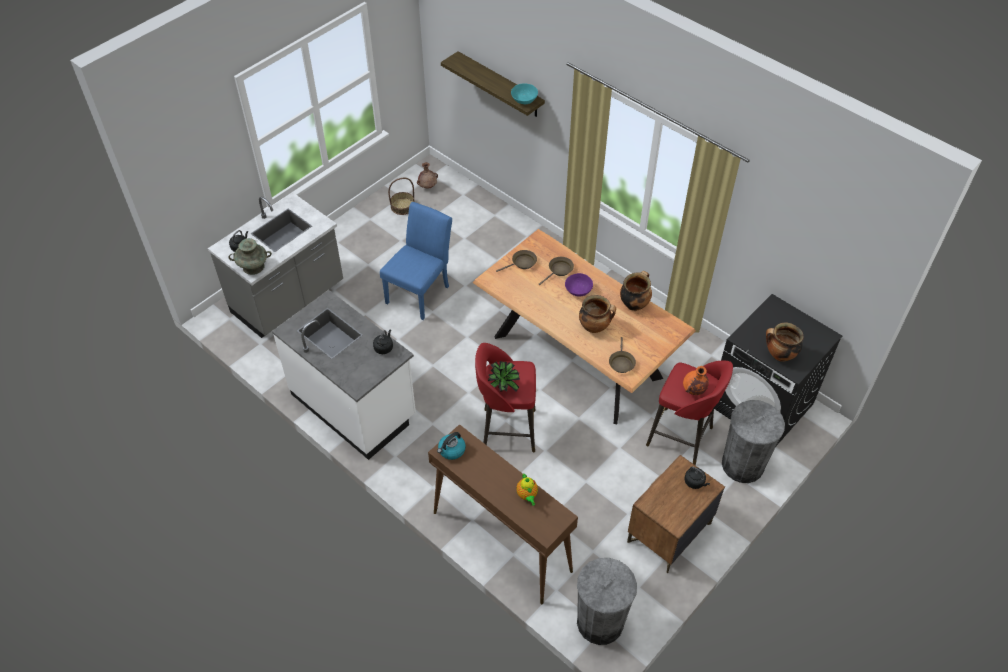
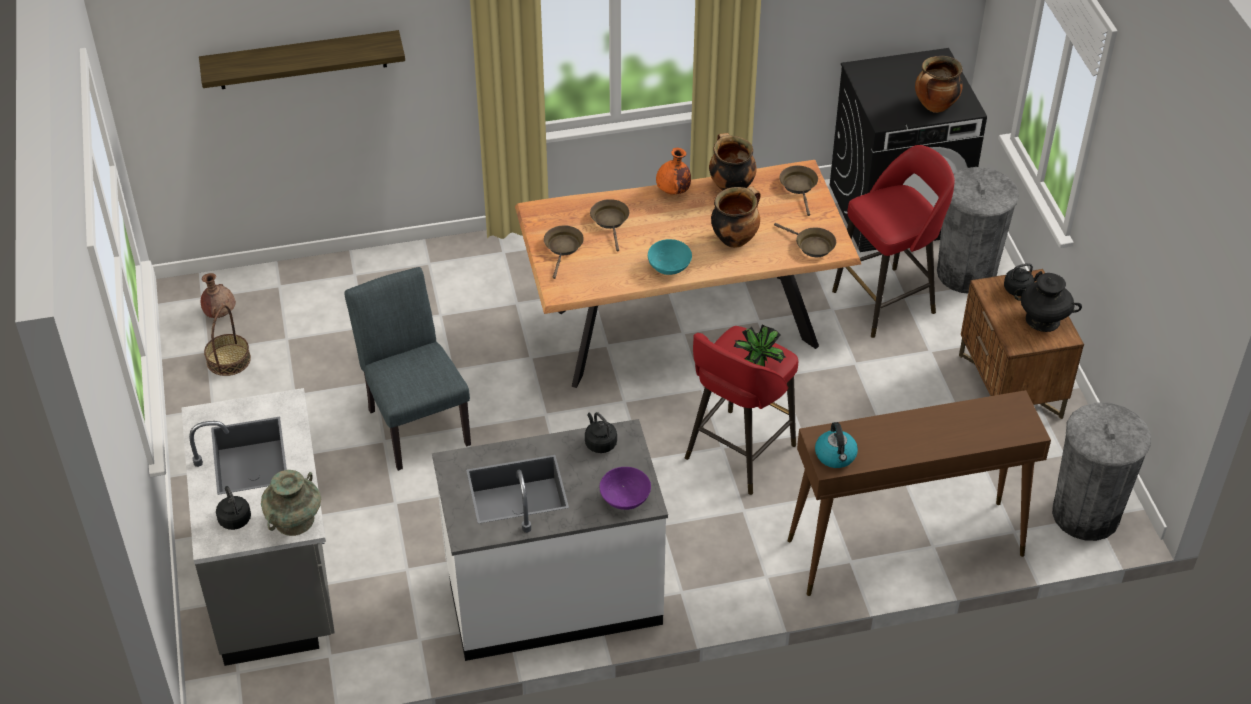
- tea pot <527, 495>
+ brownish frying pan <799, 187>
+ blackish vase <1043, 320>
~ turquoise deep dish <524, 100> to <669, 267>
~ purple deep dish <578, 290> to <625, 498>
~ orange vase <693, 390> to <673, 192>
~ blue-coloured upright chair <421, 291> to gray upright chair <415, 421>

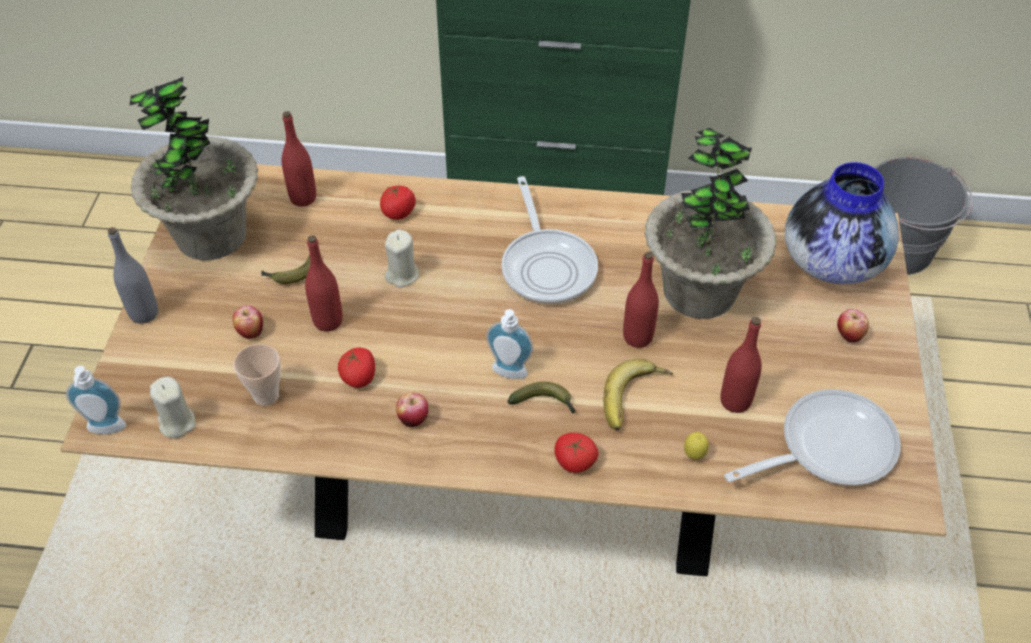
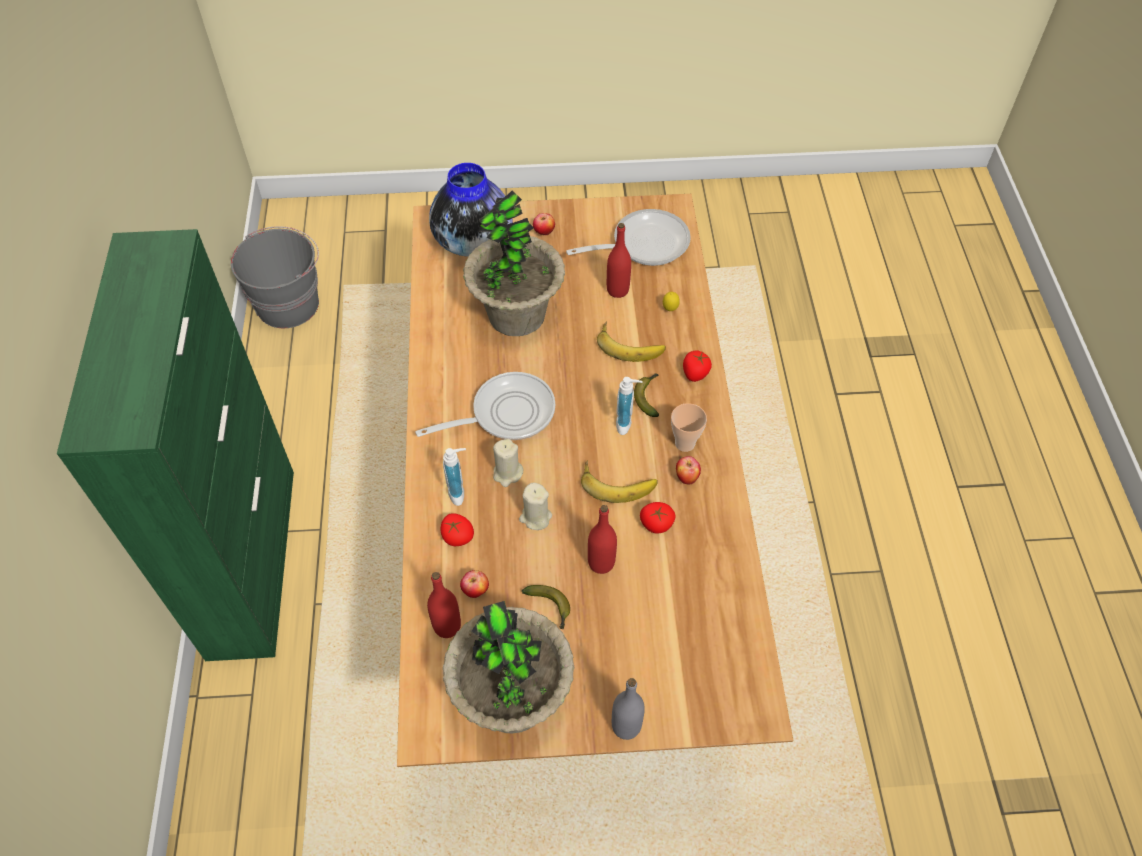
- reddish beverage bottle <637, 337>
+ banana <618, 482>
~ liquid soap bottle <106, 430> to <460, 492>
~ beige-coloured wax candle <177, 423> to <507, 473>
~ apple fruit <250, 332> to <475, 591>
~ small cup <266, 396> to <685, 443>
~ frying pan <827, 447> = <643, 244> 105 degrees clockwise

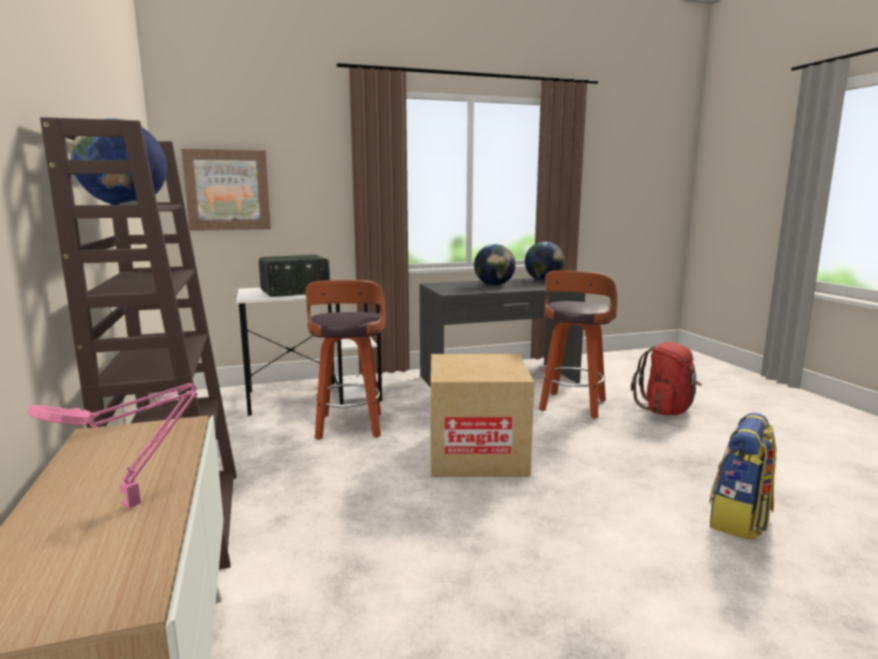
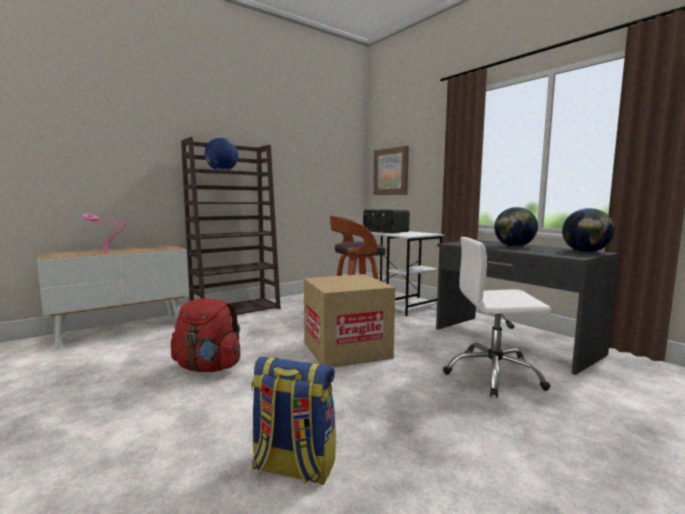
~ reddish backpack <666, 410> to <208, 368>
~ sitting stool <572, 406> to whitish desk chair <493, 375>

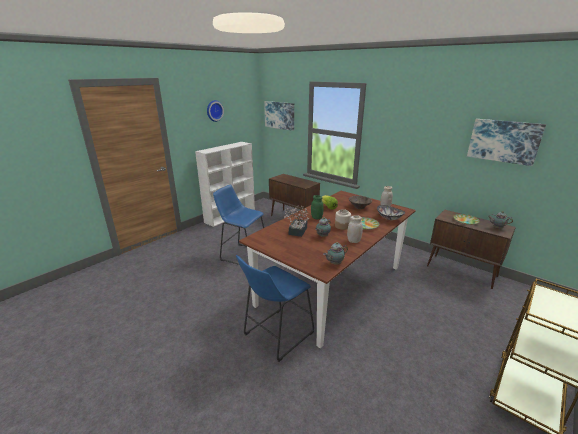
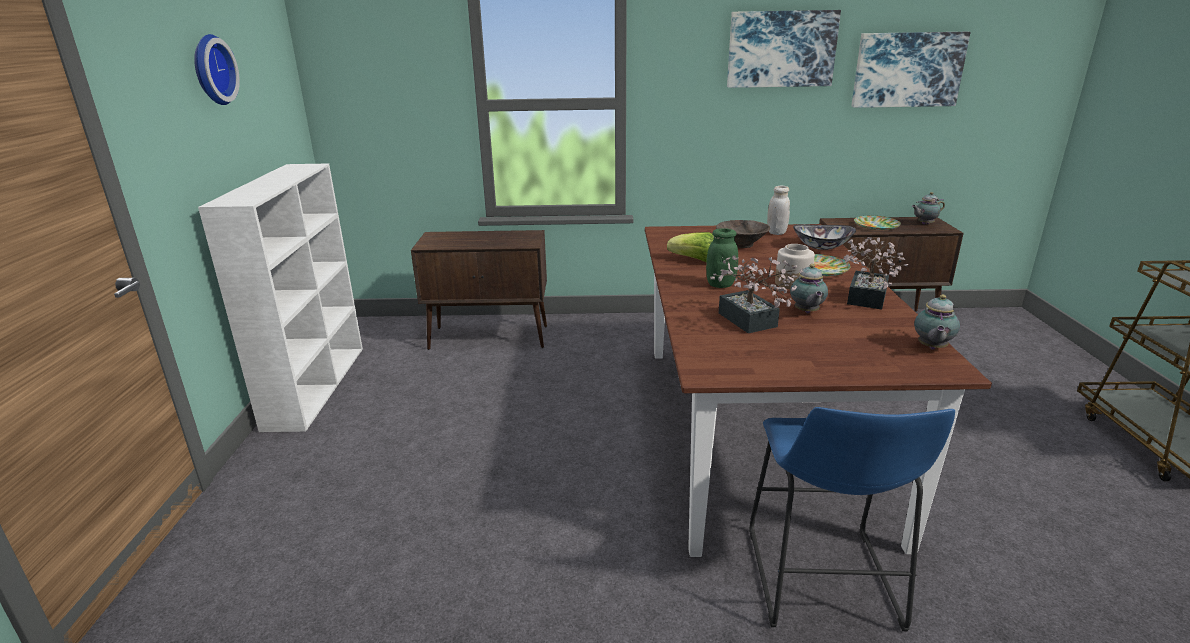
- blue-coloured sitting stool <242, 255>
~ picture <280, 115> to <781, 49>
~ whitish storage jar <354, 241> to houseplant <865, 300>

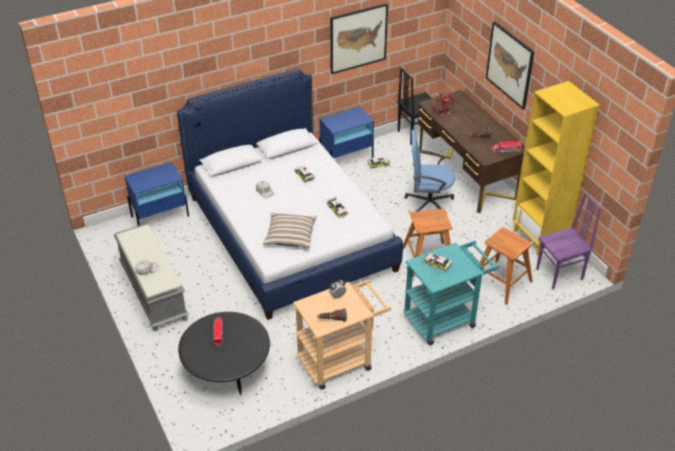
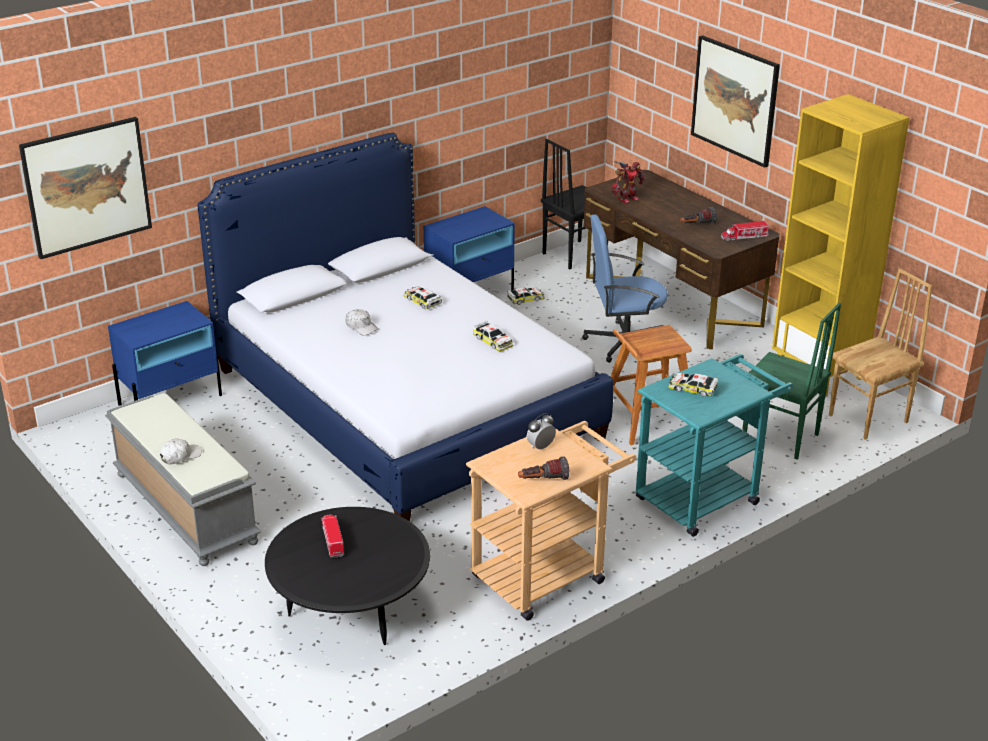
- cushion <290, 235>
~ picture <358, 38> to <86, 186>
~ brownish sitting stool <501, 282> to green-coloured upright chair <780, 438>
~ purple upright chair <560, 275> to brownish upright chair <869, 419>

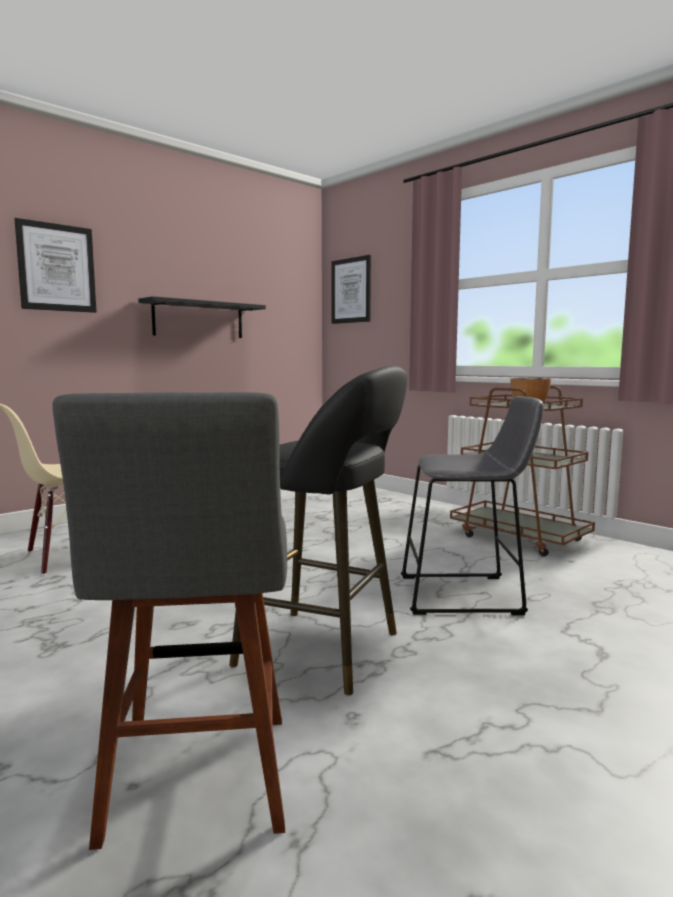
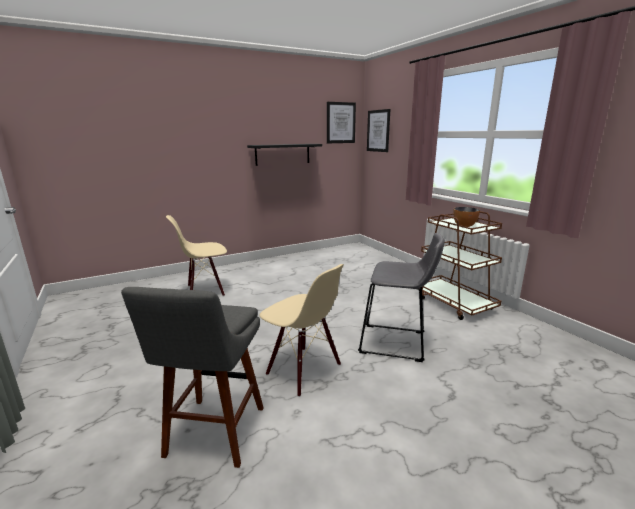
~ picture <56, 267> to <340, 123>
~ blackish sitting stool <327, 651> to beige-coloured upright chair <303, 370>

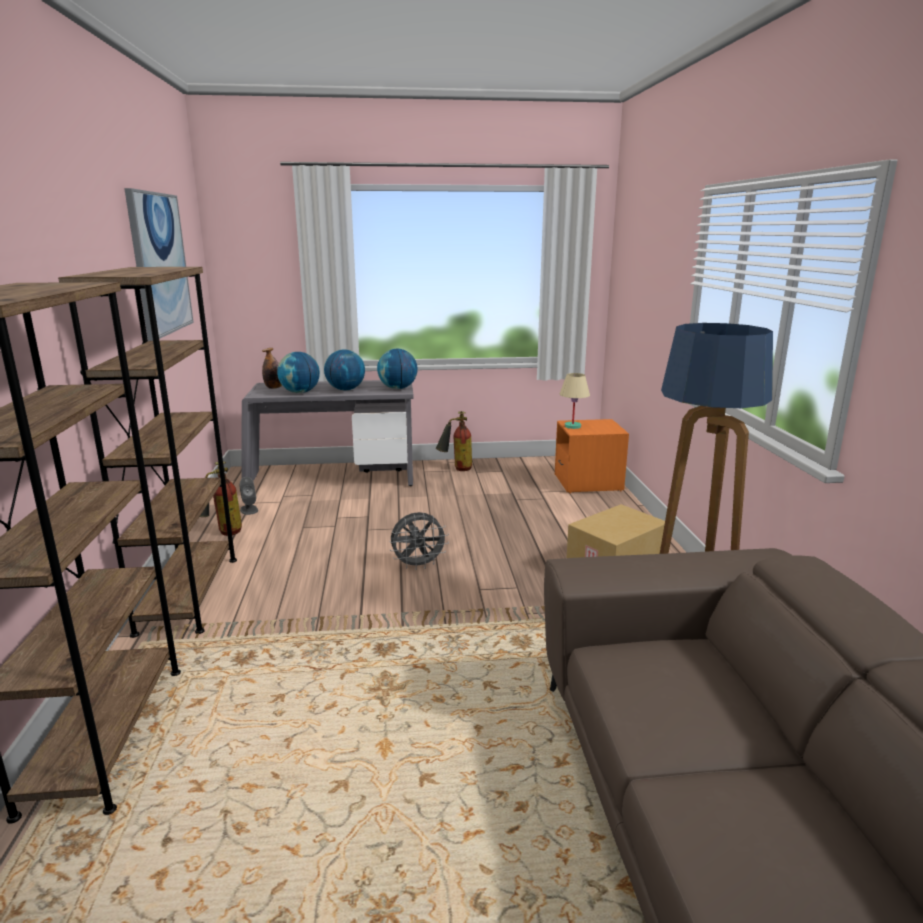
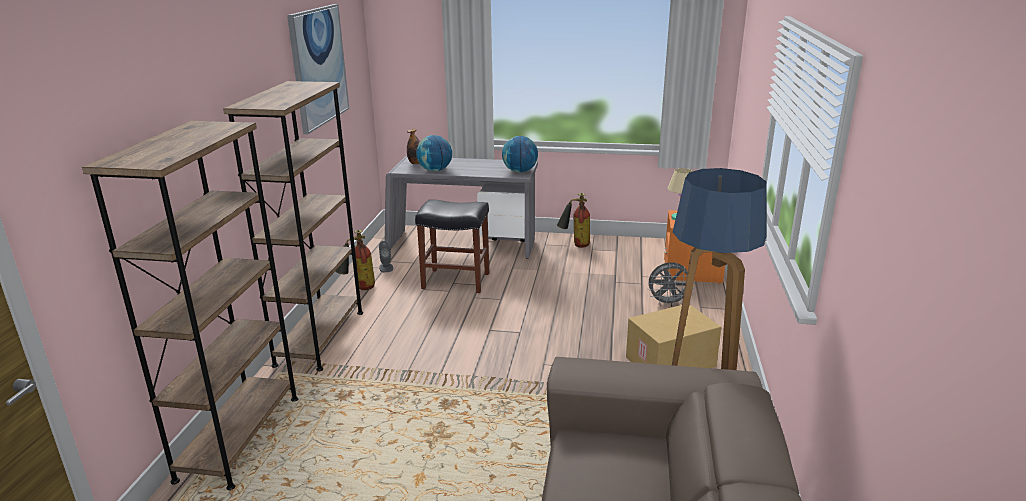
- globe <345, 389>
+ blackish sitting stool <455, 281>
~ gray cooling fan <418, 565> to <668, 303>

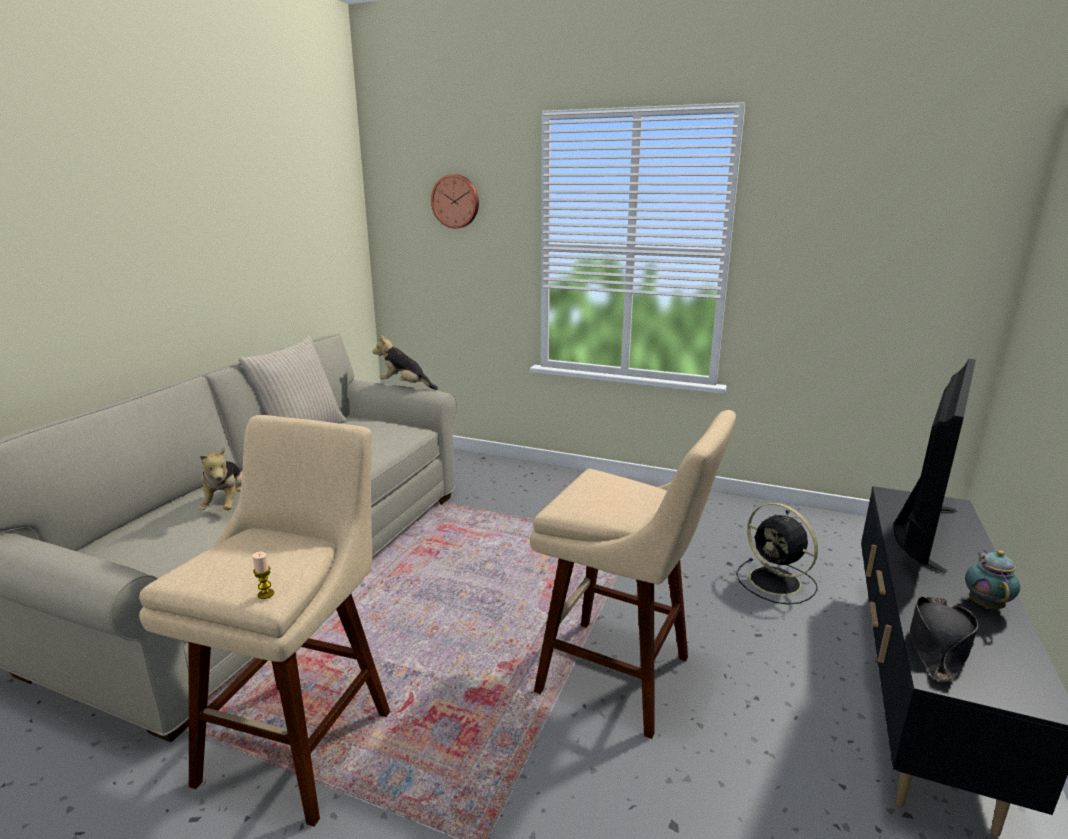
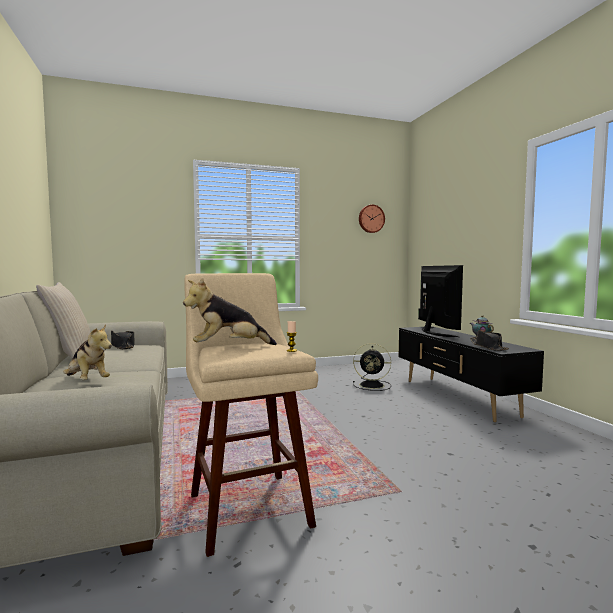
- beige-coloured sitting stool <622, 677>
+ blackish clothing hat <123, 346>
~ plush toy <405, 386> to <229, 348>
~ hanging clock <456, 201> to <371, 219>

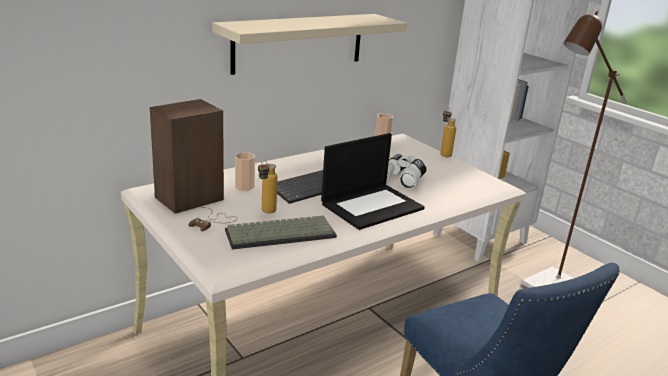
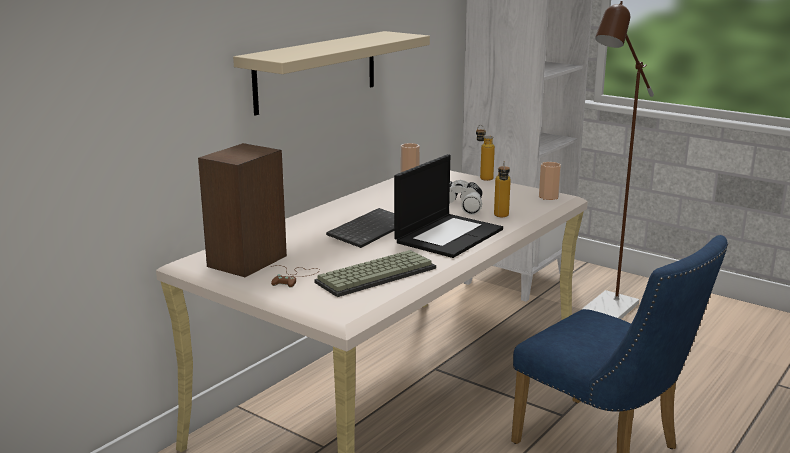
~ small cup <244, 186> to <548, 197>
~ beverage bottle <266, 213> to <501, 217>

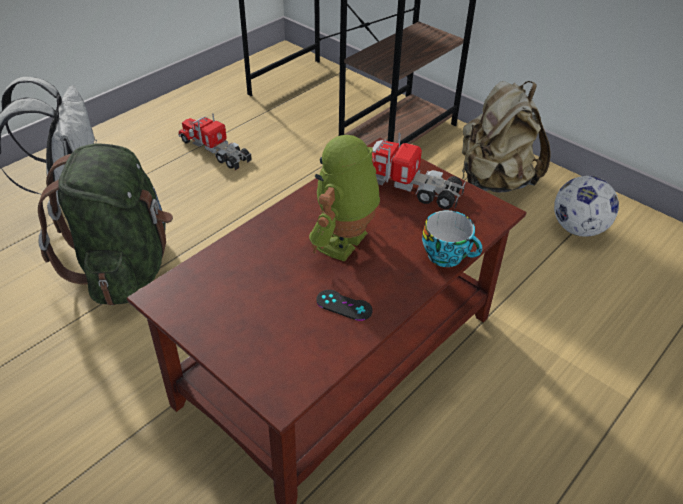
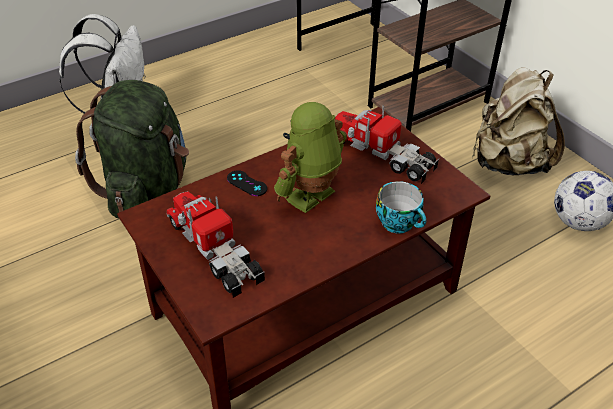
~ toy truck <215, 150> to <215, 250>
~ blackish gamepad <344, 305> to <247, 183>

